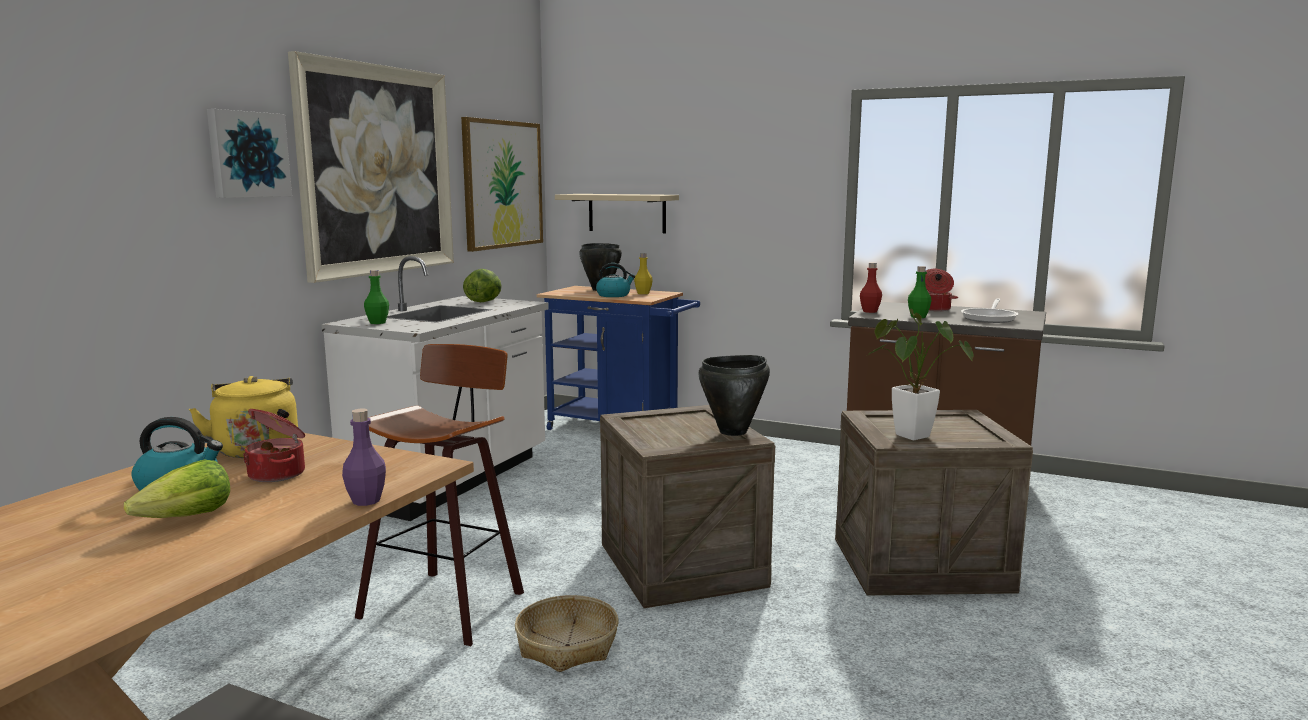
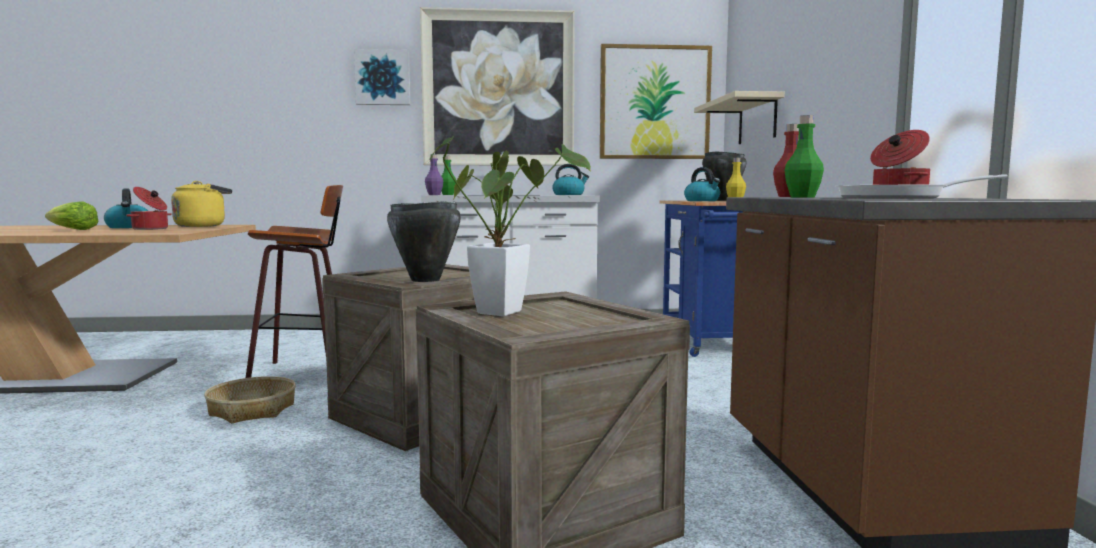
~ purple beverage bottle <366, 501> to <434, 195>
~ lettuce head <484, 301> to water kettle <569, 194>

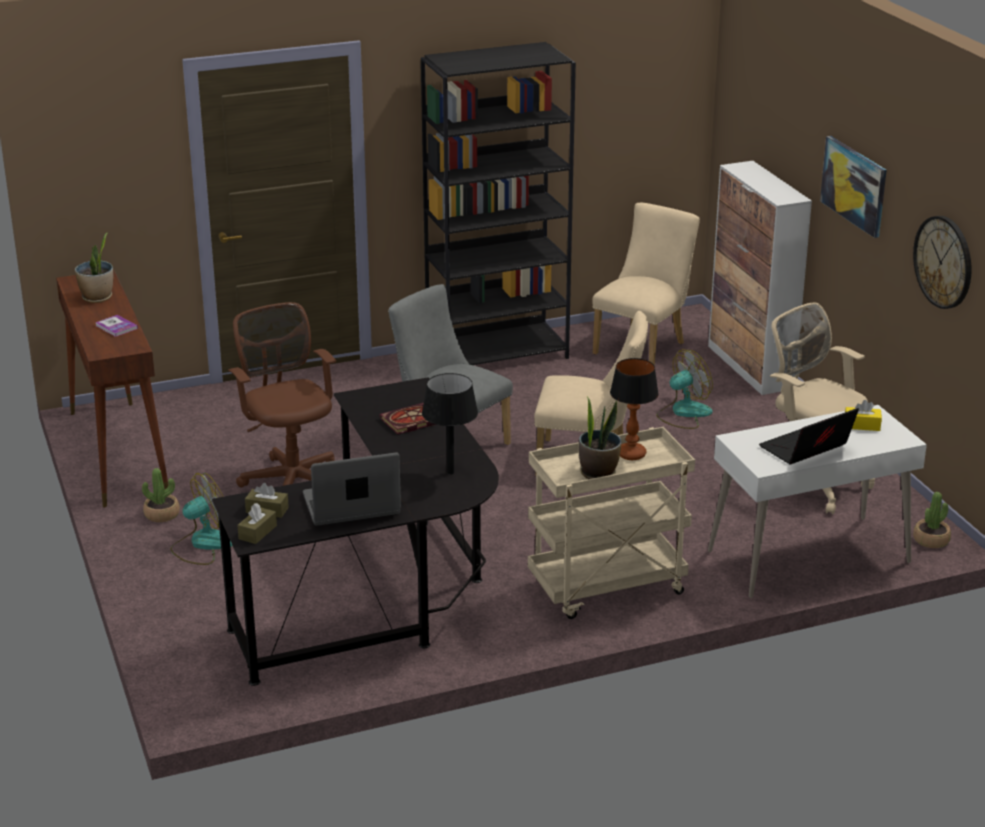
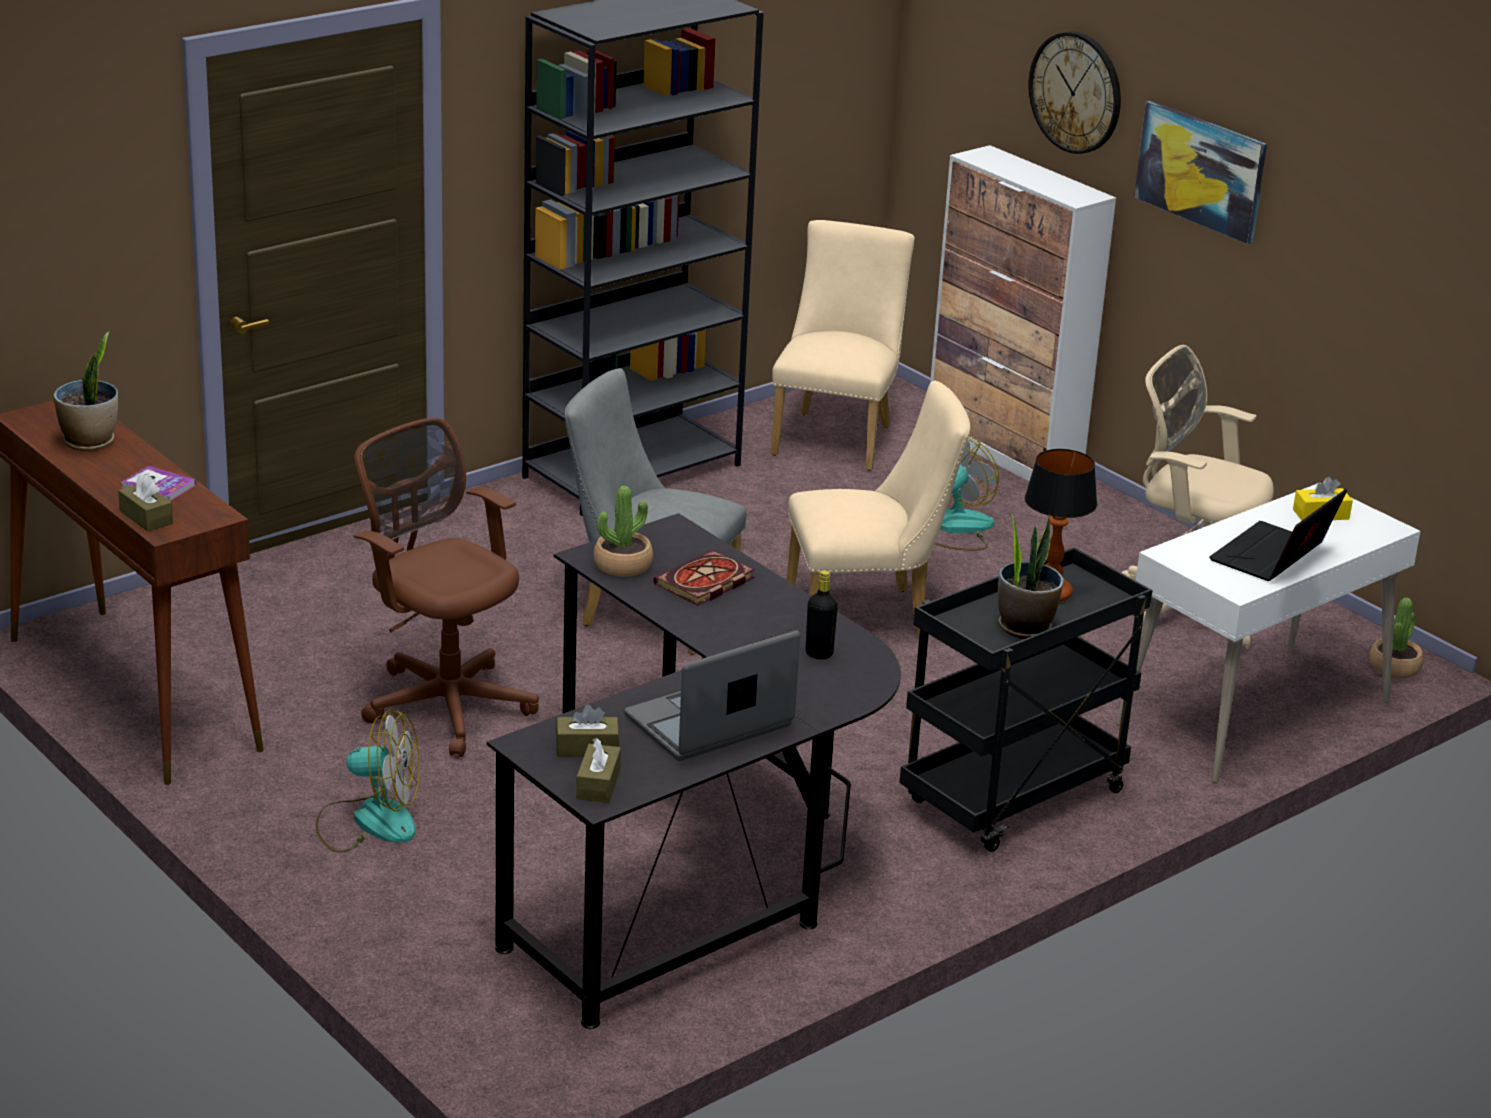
+ brownish tissue box <146, 517>
~ houseplant <162, 514> to <623, 565>
~ hanging clock <943, 262> to <1076, 92>
~ blackish lamp for a table <450, 473> to blackish beverage bottle <819, 653>
~ beige-coloured trolley <606, 589> to blackish trolley <1013, 800>
~ cooling fan <203, 544> = <369, 821> 60 degrees clockwise

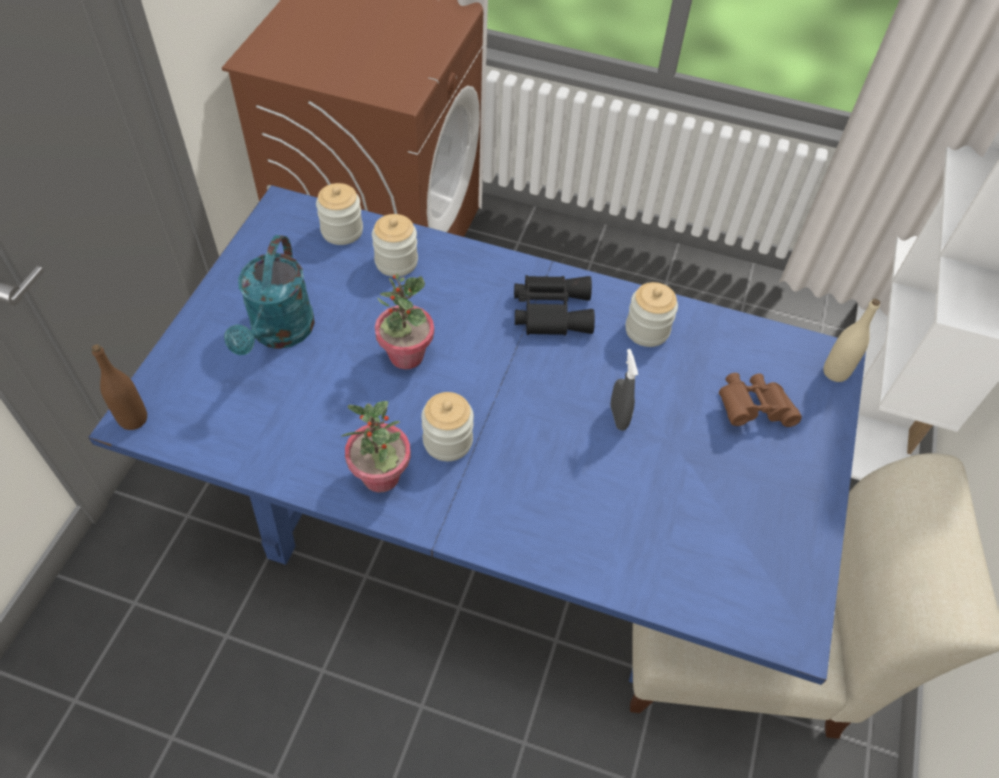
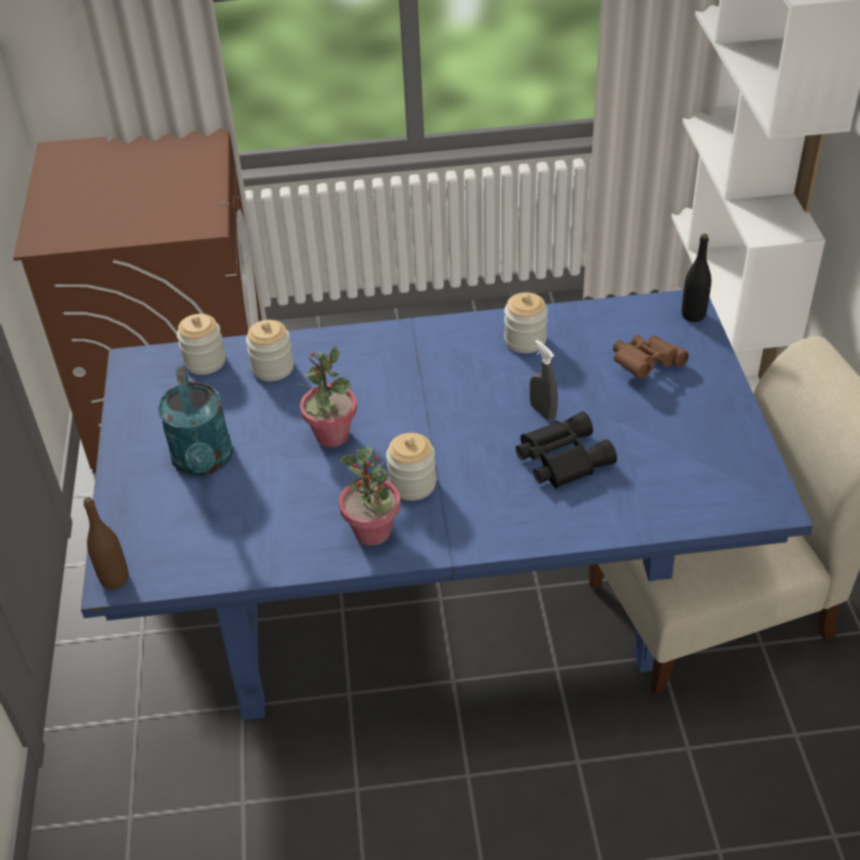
~ blackish pair of binoculars <551, 310> to <561, 458>
~ beige-coloured beverage bottle <835, 372> to blackish beverage bottle <693, 315>

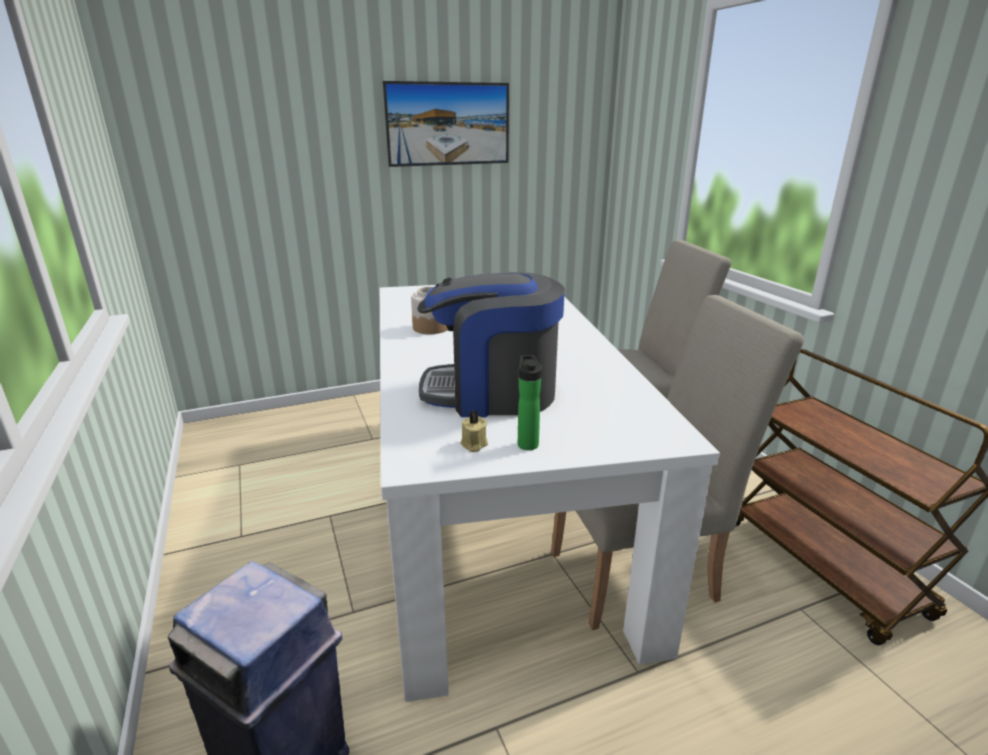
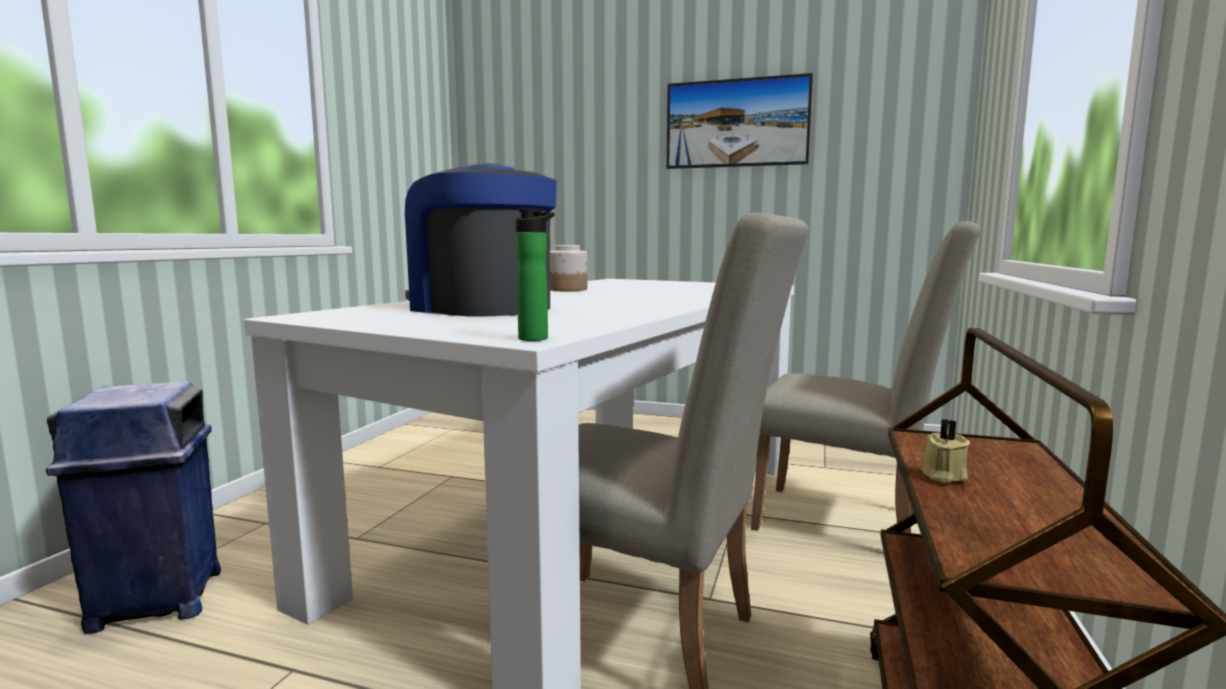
~ beige-coloured wax candle <473, 444> to <942, 475>
~ beverage bottle <527, 443> to <536, 338>

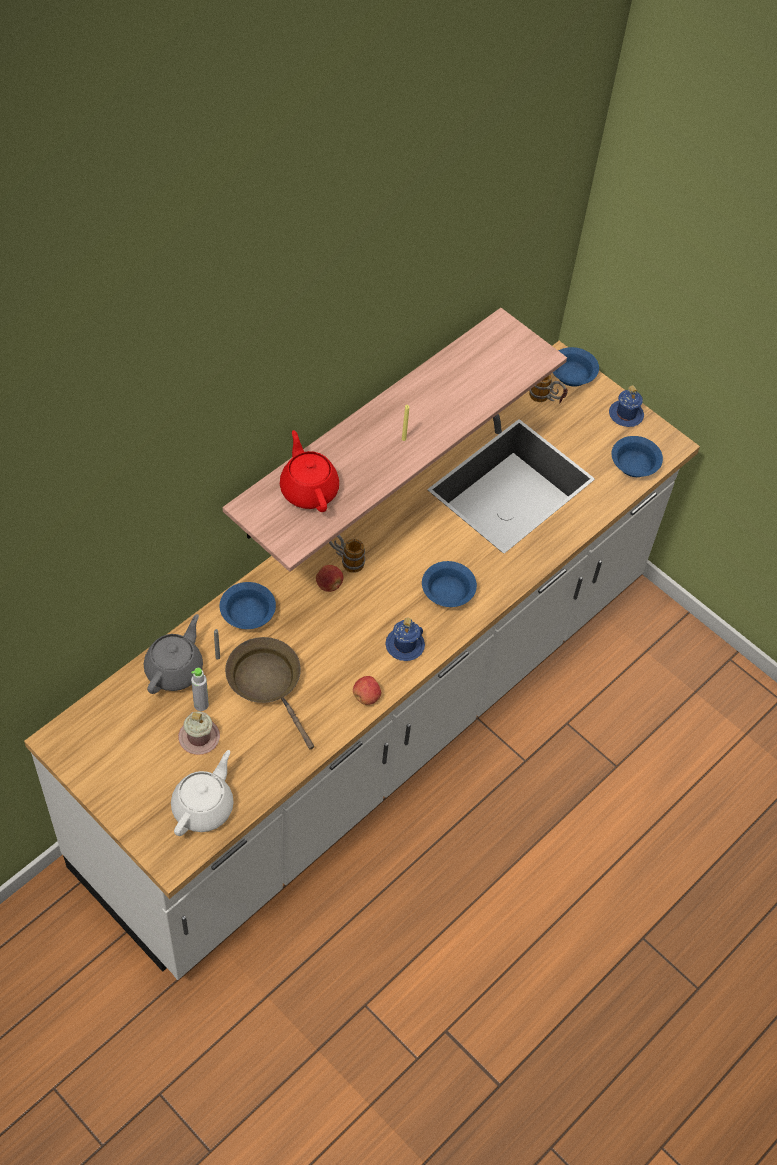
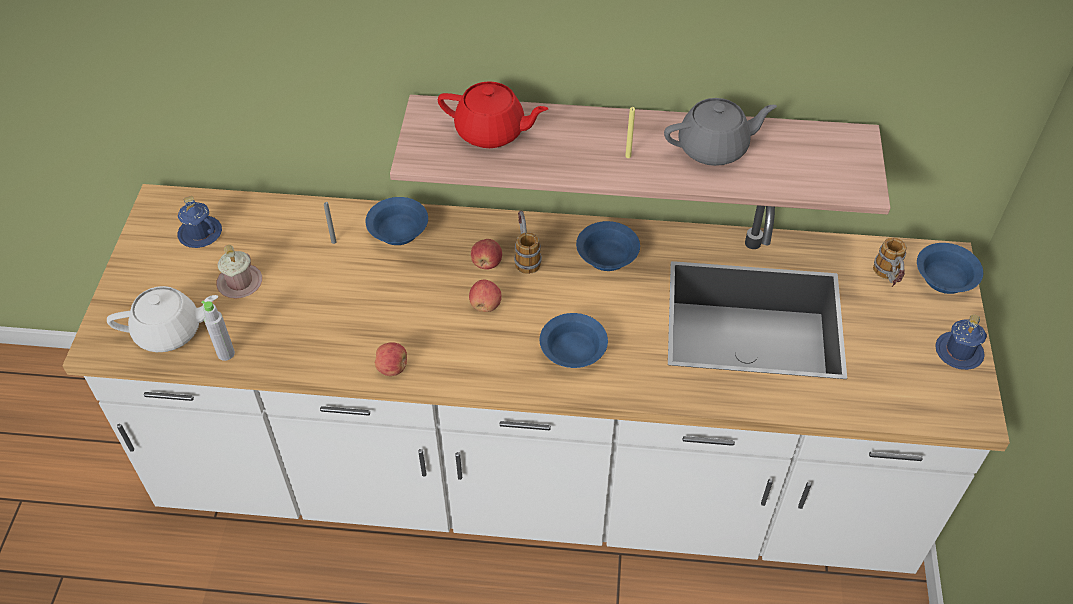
- brownish frying pan <267, 683>
+ apple fruit <485, 305>
~ gray tea pot <175, 669> to <714, 148>
~ gray beverage bottle <201, 704> to <226, 353>
~ blue-coloured tea mug <405, 645> to <200, 233>
~ blue-coloured deep dish <633, 464> to <607, 255>
~ reddish tea pot <309, 489> = <491, 132> 75 degrees clockwise

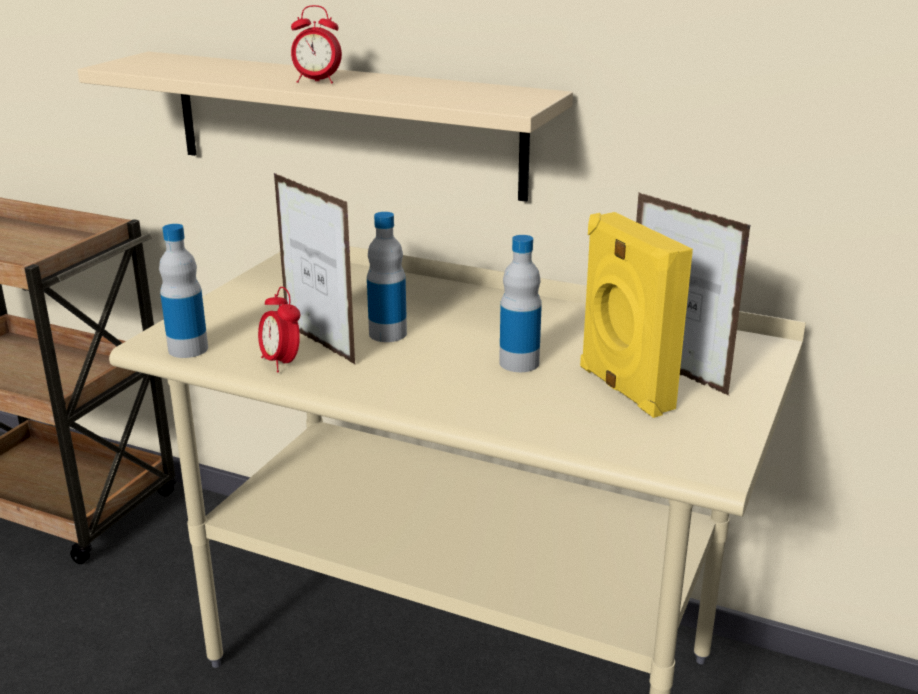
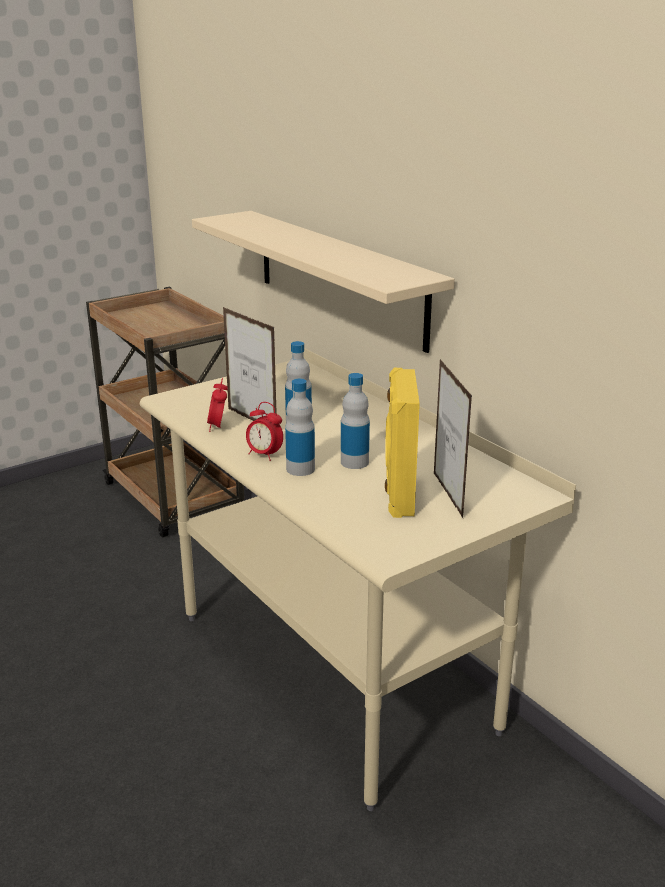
~ beverage bottle <188, 349> to <300, 469>
~ table clock <316, 81> to <264, 455>
~ photo frame <319, 344> = <252, 421> 150 degrees clockwise

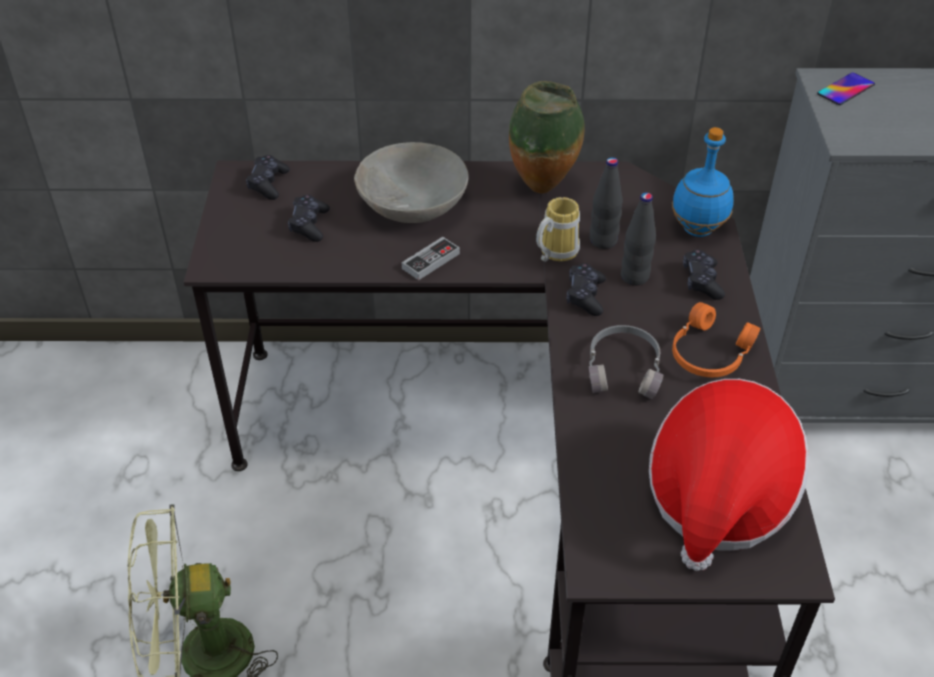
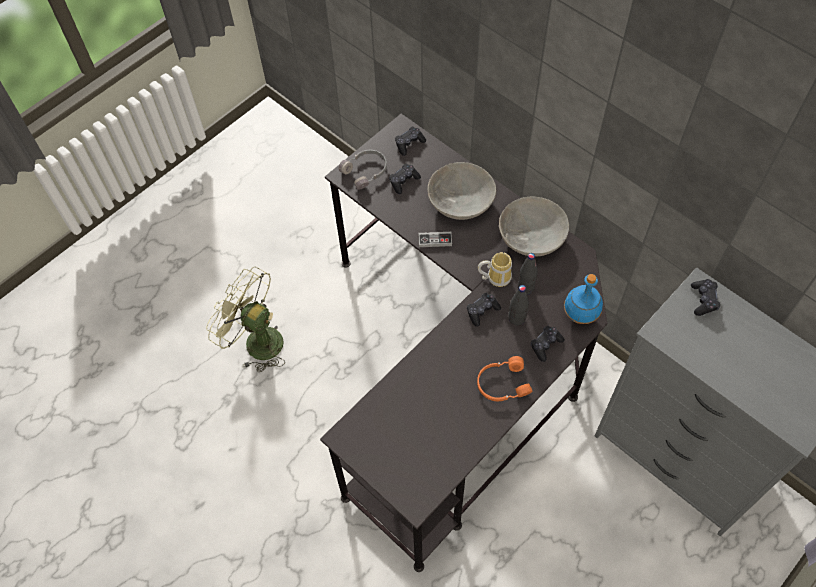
- clothing hat <717, 497>
~ gray headset <624, 369> to <366, 171>
~ vase <544, 190> to gray deep dish <531, 237>
~ telephone <845, 89> to blackish gamepad <703, 300>

